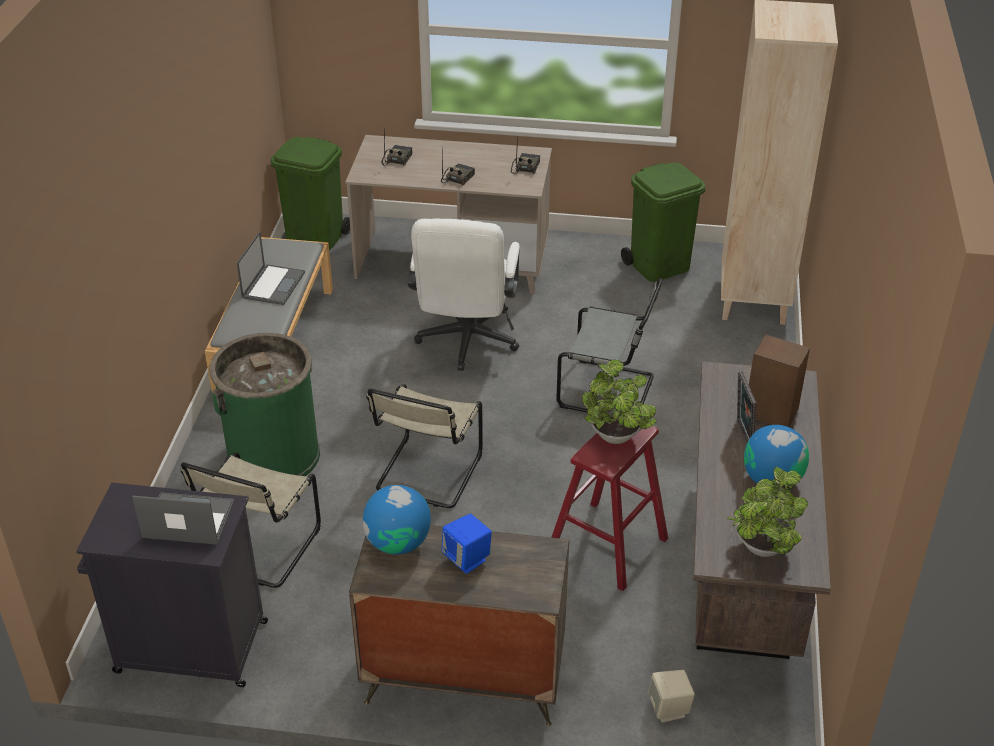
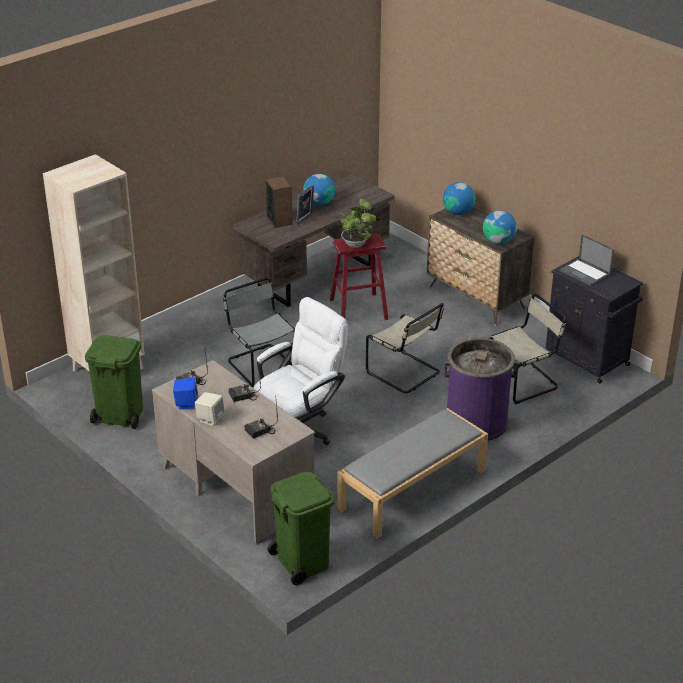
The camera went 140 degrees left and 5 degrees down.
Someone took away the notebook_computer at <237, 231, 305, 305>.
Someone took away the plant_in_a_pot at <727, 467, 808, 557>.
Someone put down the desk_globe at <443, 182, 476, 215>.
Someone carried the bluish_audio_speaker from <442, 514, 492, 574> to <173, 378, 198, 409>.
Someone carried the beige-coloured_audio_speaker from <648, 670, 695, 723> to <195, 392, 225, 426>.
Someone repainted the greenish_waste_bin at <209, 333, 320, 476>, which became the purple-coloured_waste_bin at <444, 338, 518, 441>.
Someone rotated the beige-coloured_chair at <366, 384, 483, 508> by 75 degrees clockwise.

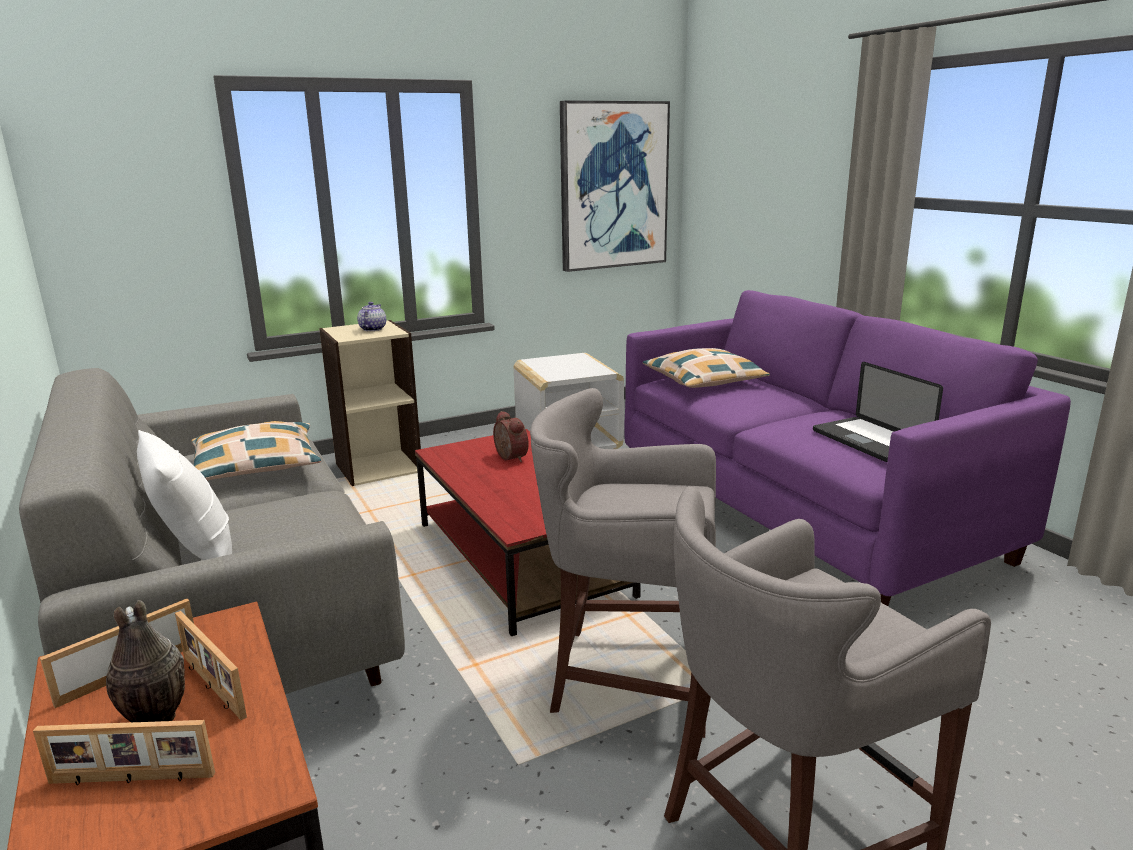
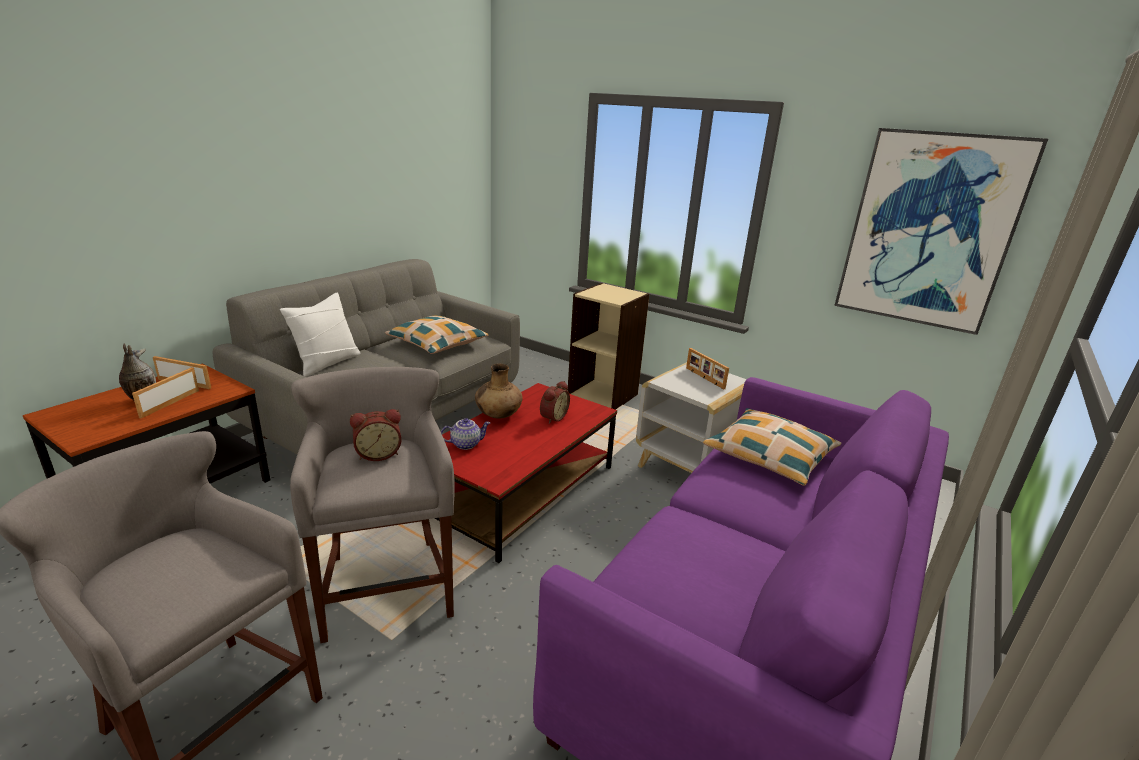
The camera went 60 degrees right and 5 degrees up.
Someone took away the notebook_computer at <813, 362, 943, 462>.
Someone put down the bedside_clock at <350, 409, 402, 461>.
Someone put down the brownish_vase at <475, 364, 522, 419>.
Someone carried the picture_frame from <33, 720, 215, 785> to <686, 348, 729, 389>.
Someone carried the tea_pot from <357, 302, 386, 331> to <441, 418, 490, 450>.

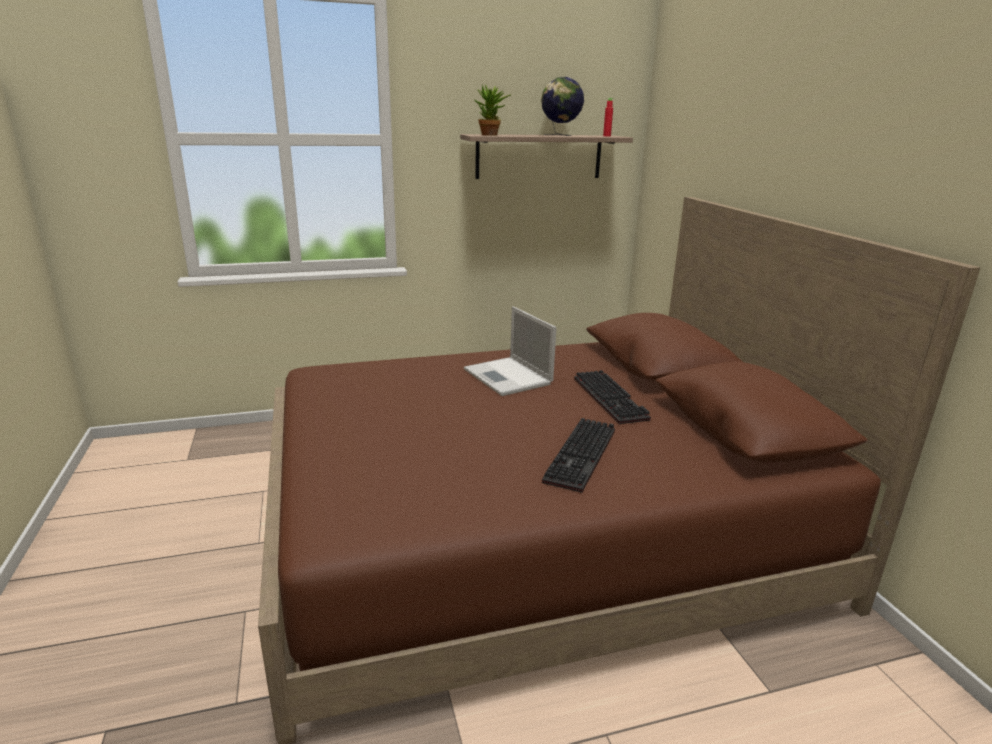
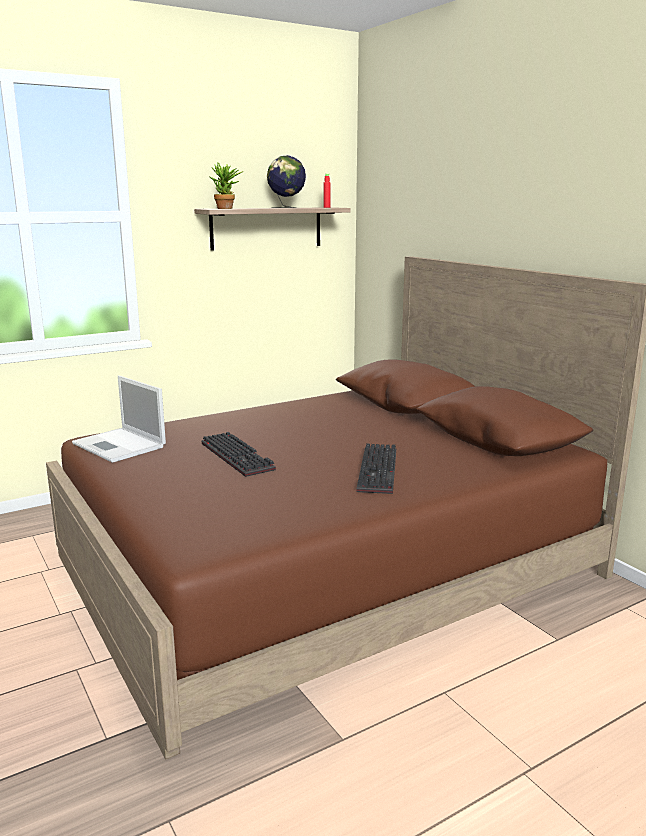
The camera went 15 degrees left and 5 degrees down.
Someone carried the notebook_computer from <464, 306, 557, 396> to <72, 375, 166, 463>.
Someone carried the keyboard from <574, 370, 651, 424> to <202, 432, 276, 477>.

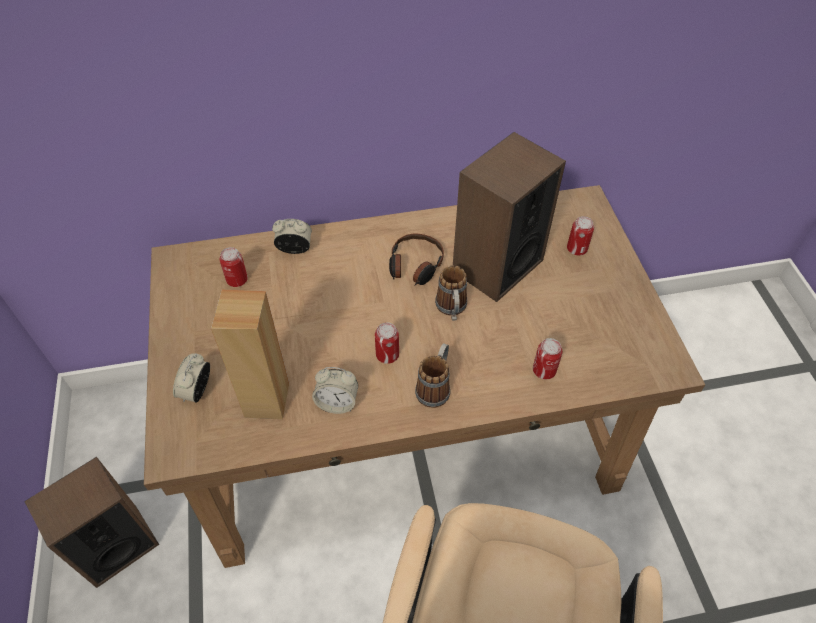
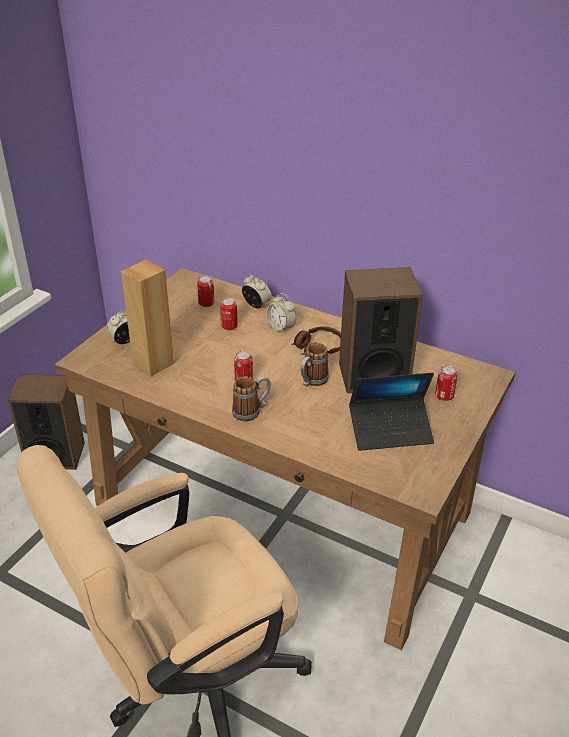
The camera went 40 degrees right and 15 degrees down.
Someone put down the notebook_computer at <349, 373, 434, 451>.
Someone carried the bedside_clock from <312, 367, 358, 414> to <266, 293, 296, 333>.
Someone carried the metal_can from <533, 338, 562, 379> to <220, 298, 238, 330>.

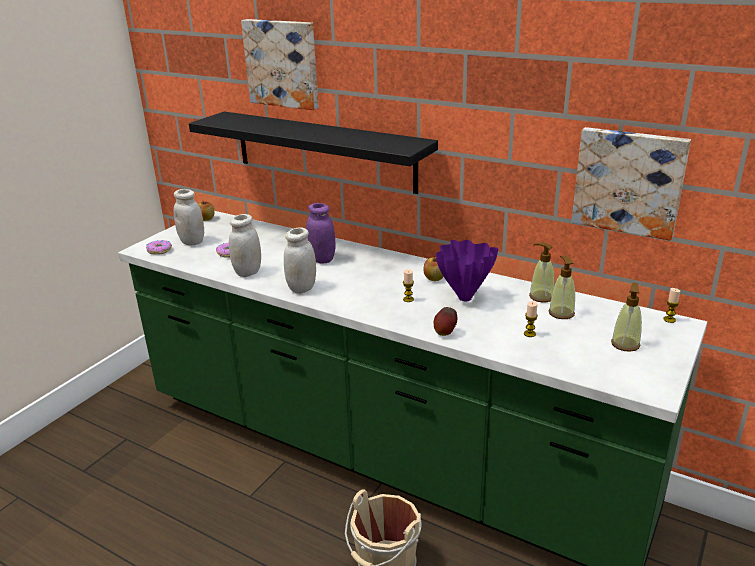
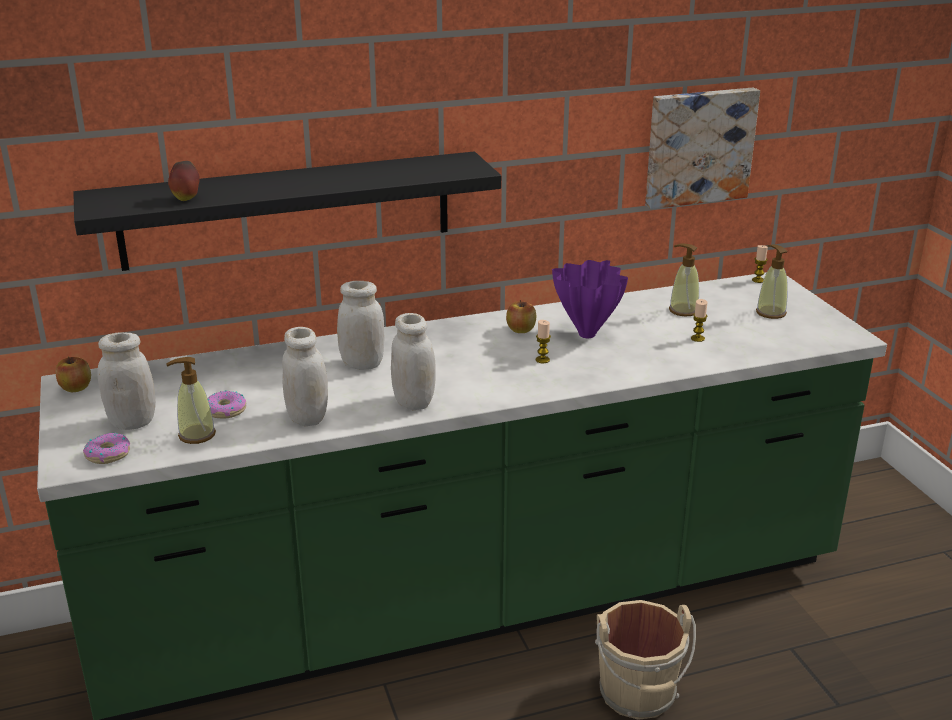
The camera went 50 degrees left and 0 degrees up.
Someone took away the picture at <241, 19, 319, 110>.
Someone carried the apple from <434, 307, 457, 336> to <168, 161, 200, 201>.
Someone carried the soap_bottle from <529, 242, 555, 302> to <166, 357, 216, 444>.
Someone repainted the purple-coloured_preserve_jar at <306, 203, 336, 264>, which became the white_preserve_jar at <337, 281, 385, 370>.

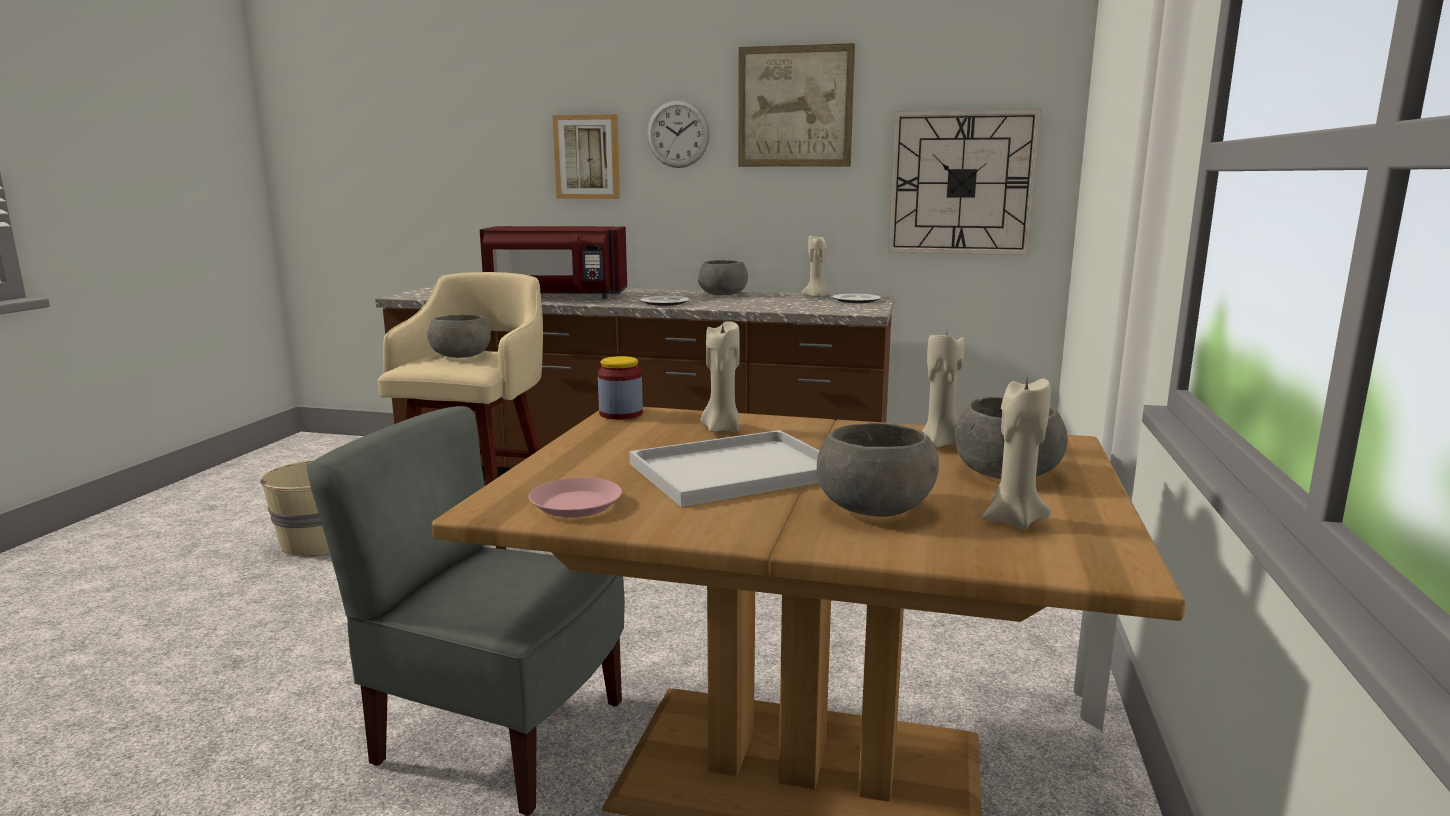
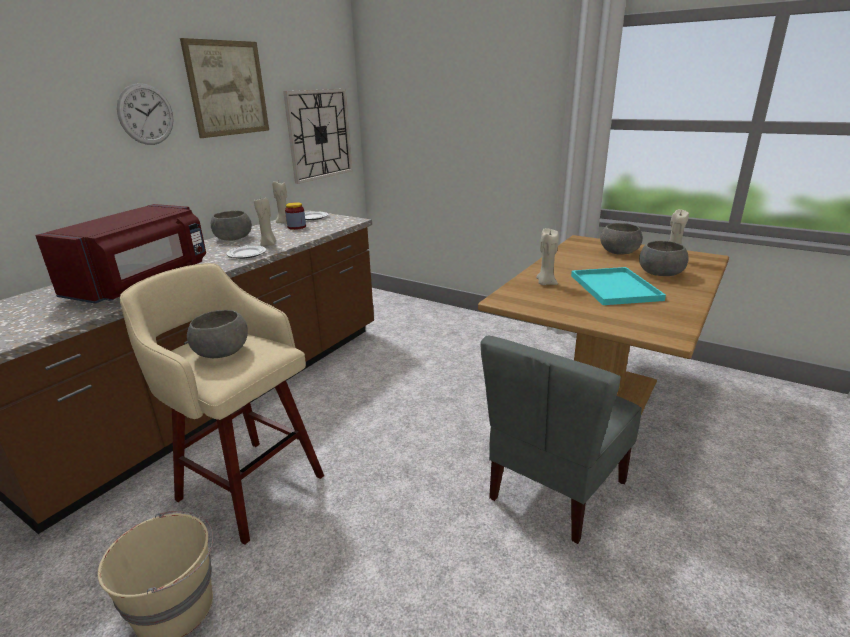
The camera went 70 degrees left and 10 degrees up.
Someone took away the pink-coloured_dinner_plate at <529, 478, 622, 517>.
Someone took away the picture at <553, 114, 620, 199>.
Someone carried the preserve_jar from <598, 356, 643, 420> to <285, 202, 306, 230>.
Someone carried the beige-coloured_candle from <922, 333, 964, 448> to <254, 198, 276, 246>.
Someone repainted the white_carrying_tray at <629, 430, 820, 507>, which became the blue-green_carrying_tray at <571, 267, 666, 305>.

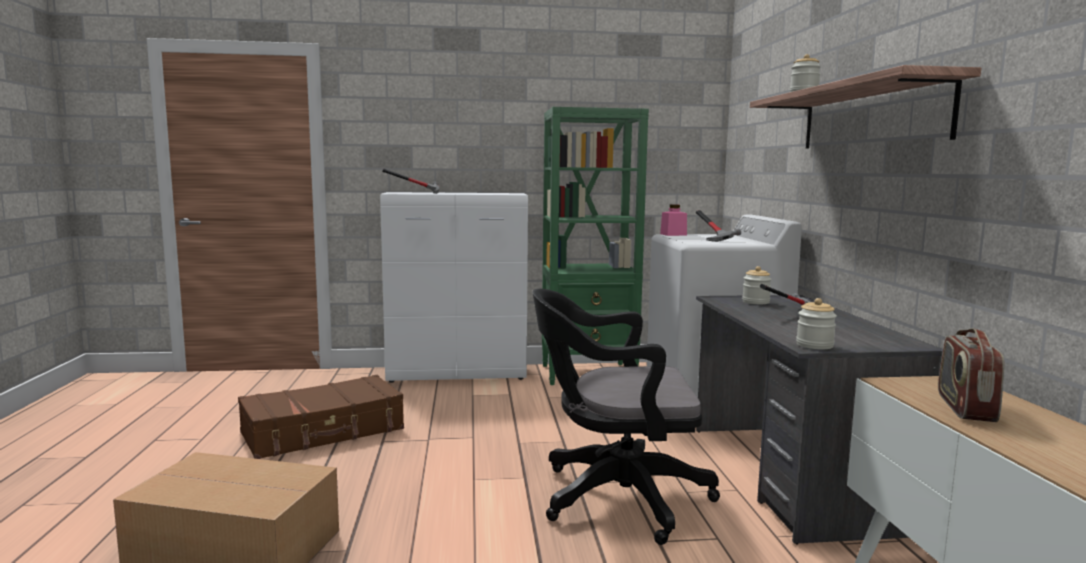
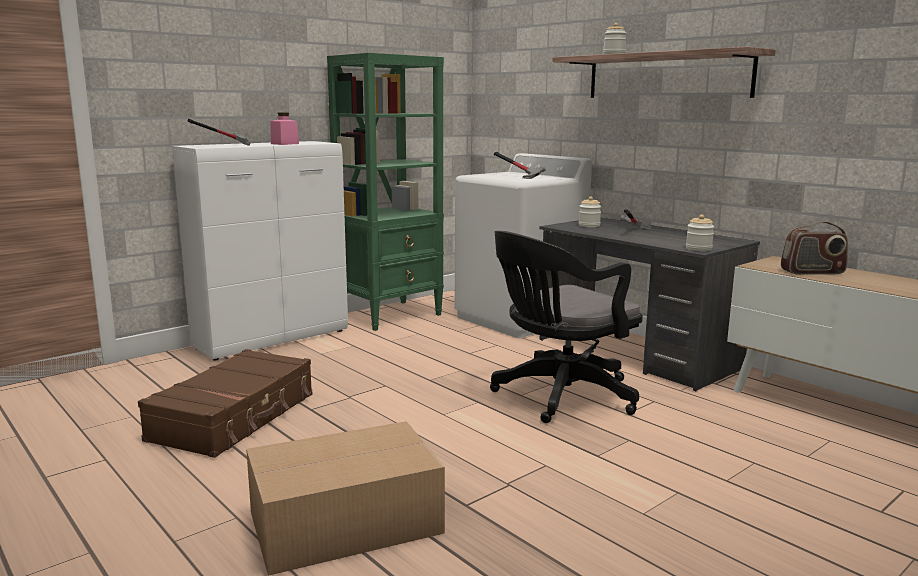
The camera went 35 degrees left and 5 degrees up.
Someone carried the pink-coloured_preserve_jar from <660, 204, 687, 236> to <271, 113, 299, 145>.
Someone rotated the radio at <938, 328, 1004, 422> by 75 degrees counterclockwise.

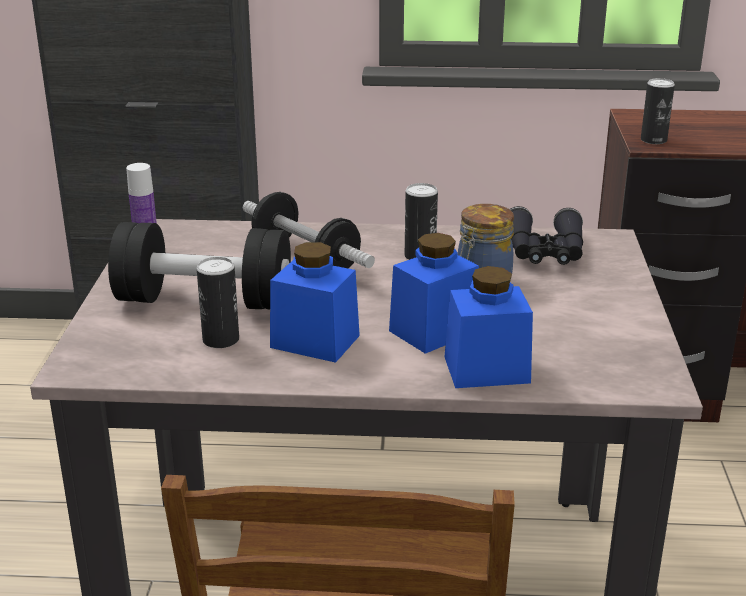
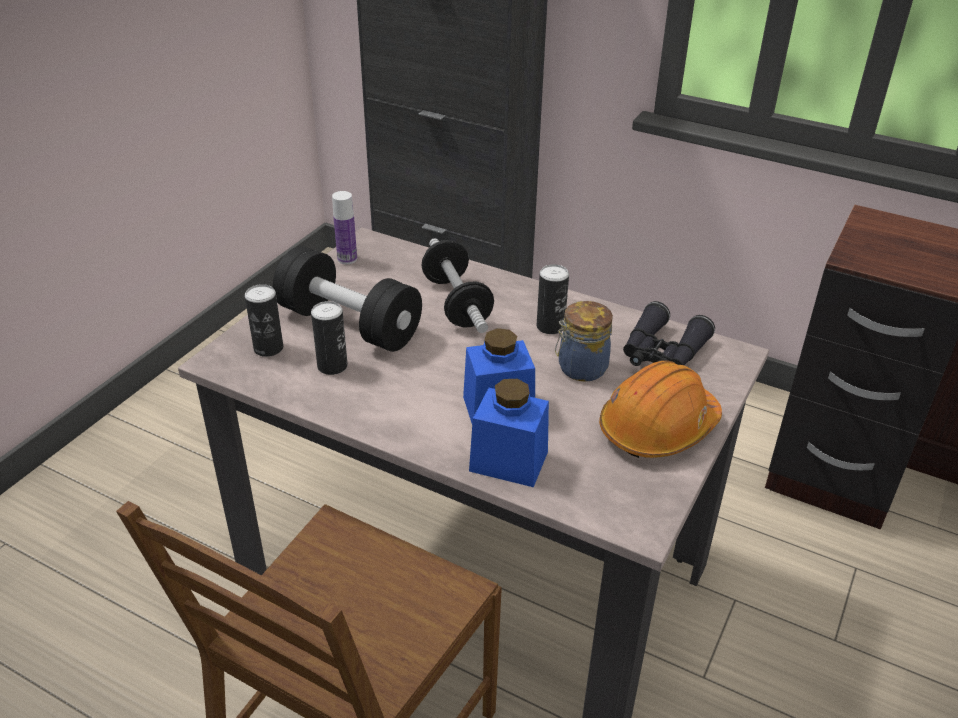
The camera went 25 degrees right and 10 degrees up.
Someone took away the bluish_preserve_jar at <270, 242, 360, 363>.
Someone put down the orange-coloured_hard_hat at <599, 361, 722, 458>.
Someone carried the metal_can from <641, 78, 675, 144> to <245, 284, 283, 357>.

